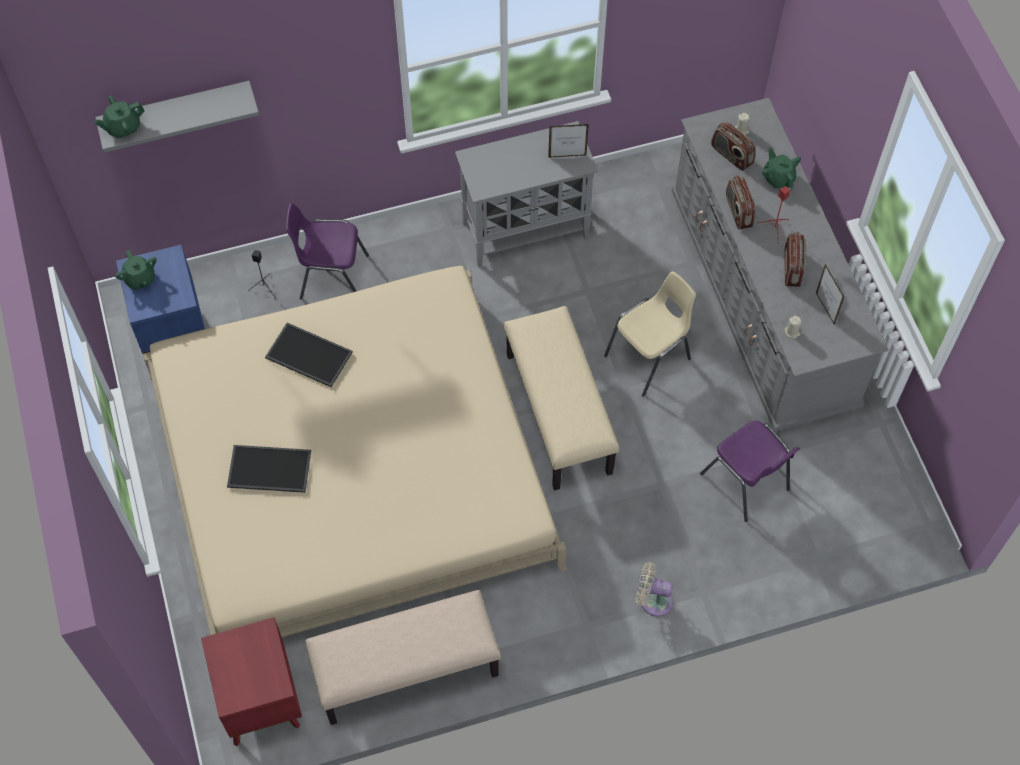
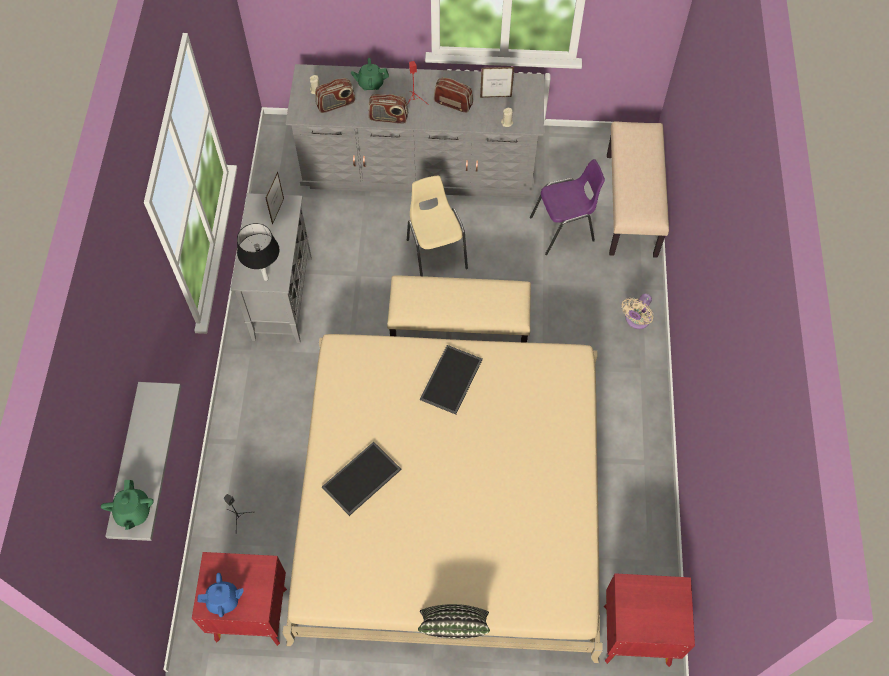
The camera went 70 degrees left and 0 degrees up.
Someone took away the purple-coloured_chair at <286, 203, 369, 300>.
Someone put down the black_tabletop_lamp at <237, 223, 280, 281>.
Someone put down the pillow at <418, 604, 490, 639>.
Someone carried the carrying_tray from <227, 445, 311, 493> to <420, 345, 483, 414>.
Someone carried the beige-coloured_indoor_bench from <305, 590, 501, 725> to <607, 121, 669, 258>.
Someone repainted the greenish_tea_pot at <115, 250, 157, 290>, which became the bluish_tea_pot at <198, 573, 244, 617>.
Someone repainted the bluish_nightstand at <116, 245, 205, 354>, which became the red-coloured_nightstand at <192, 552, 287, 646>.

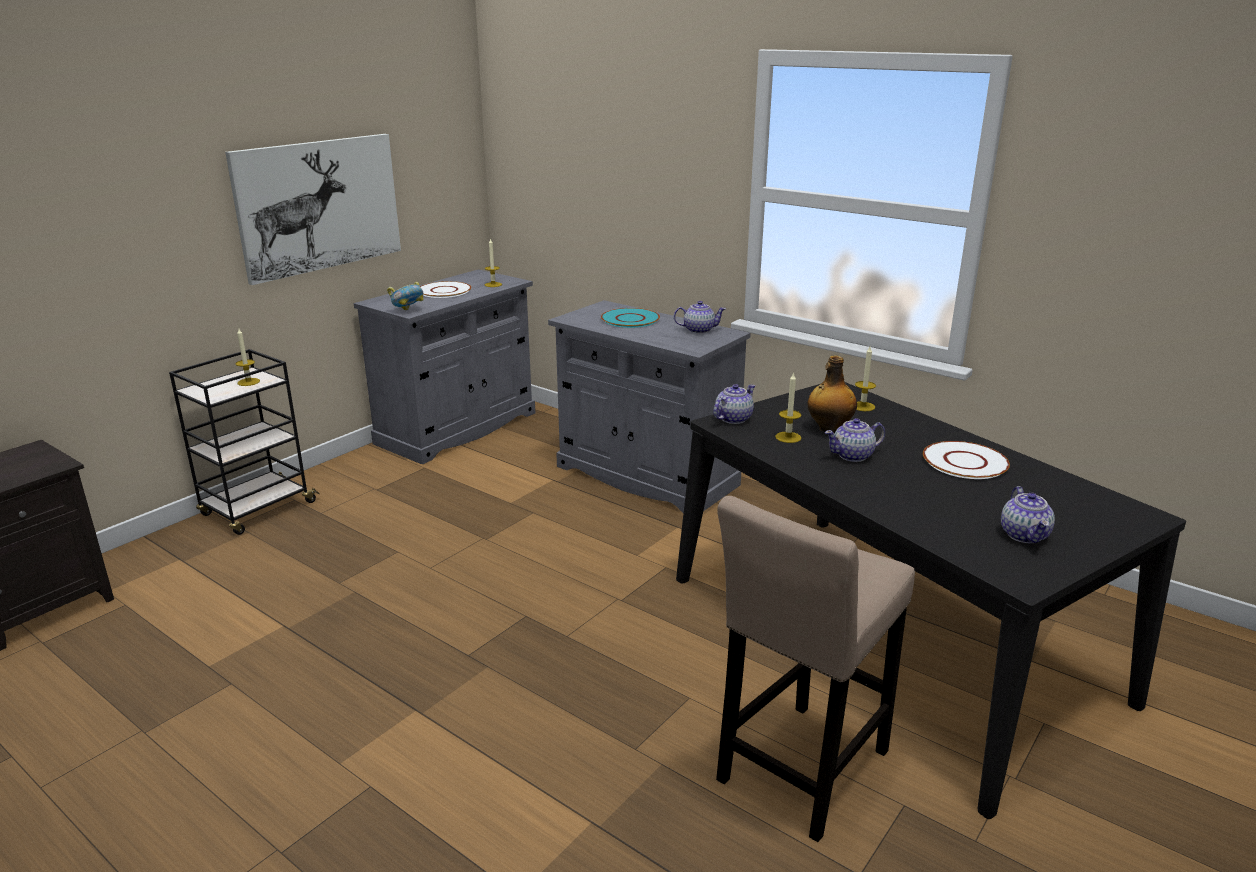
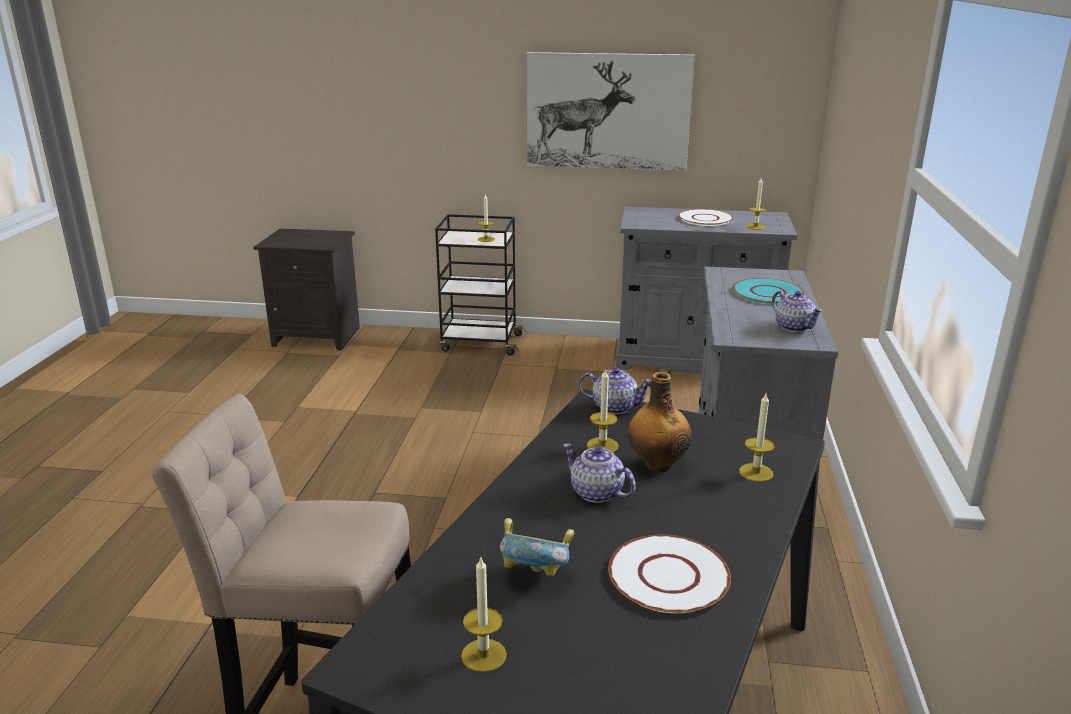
The camera went 60 degrees right and 0 degrees up.
Someone carried the bowl from <387, 282, 424, 310> to <500, 518, 574, 576>.
Someone swapped the tea_pot at <1001, 486, 1055, 543> for the candle at <461, 558, 507, 672>.

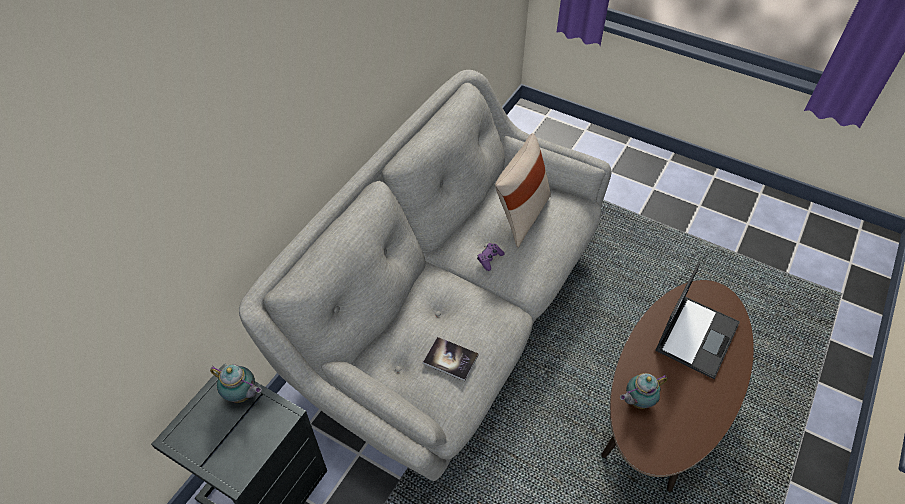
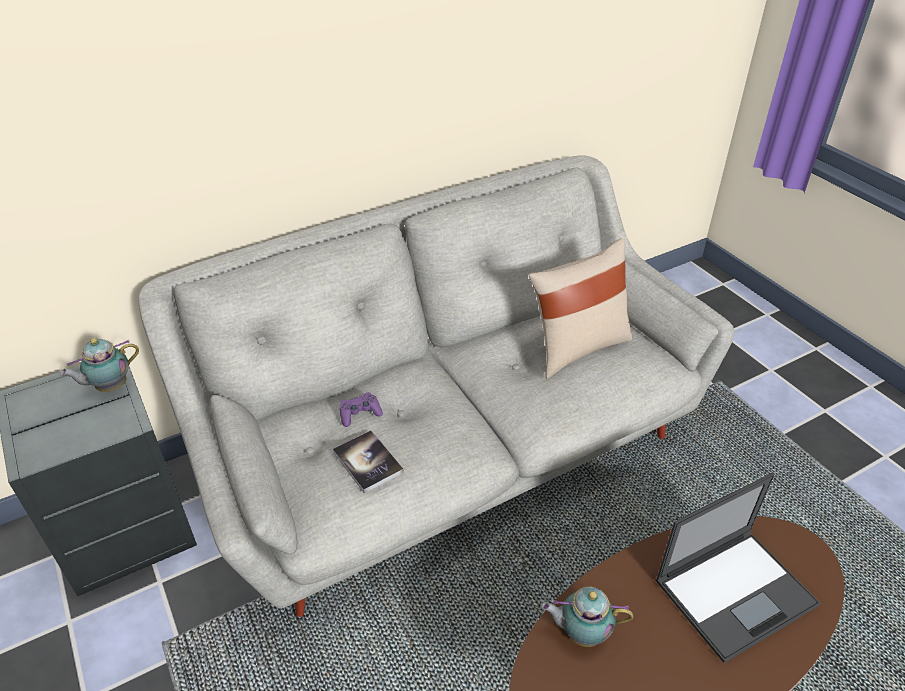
The camera went 30 degrees right and 10 degrees down.
Someone carried the purple-coloured_game_controller from <477, 243, 505, 271> to <340, 392, 383, 427>.
Someone rotated the tea_pot at <210, 364, 262, 403> by 90 degrees clockwise.

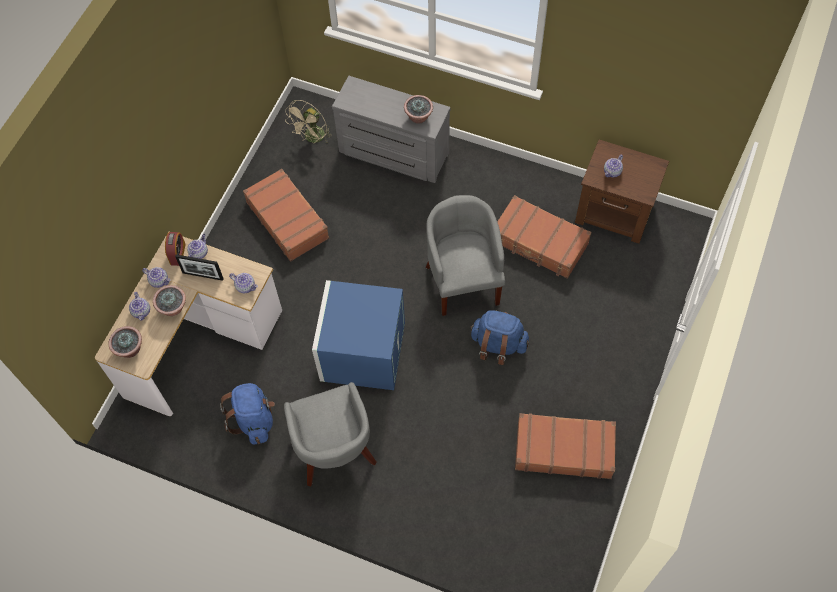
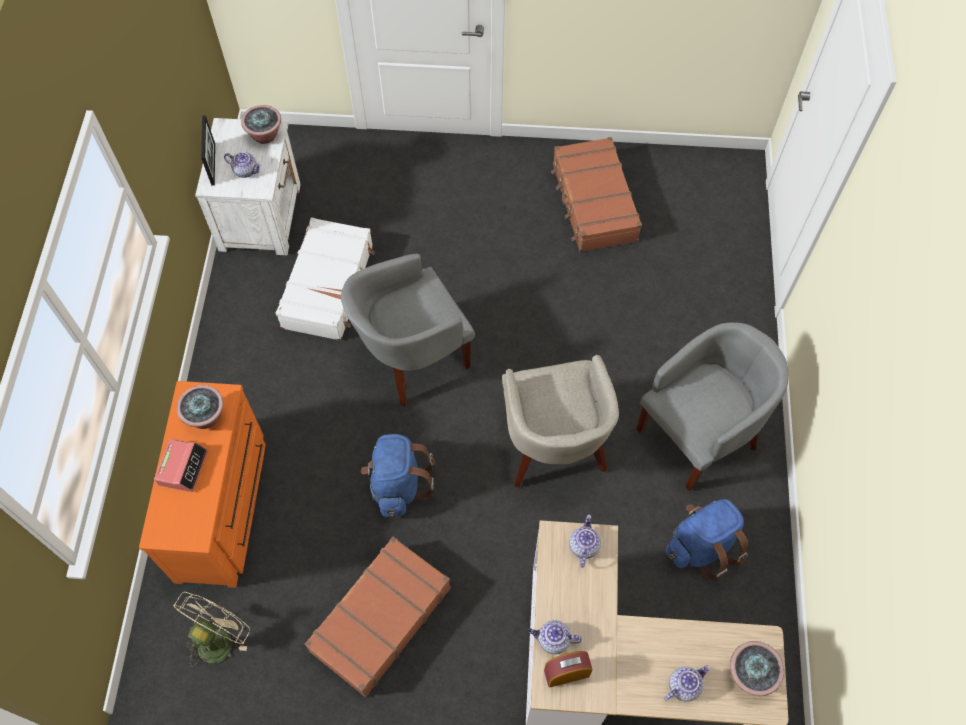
The camera went 110 degrees left and 0 degrees up.
Someone took away the tea_pot at <142, 267, 170, 288>.
Someone put down the bedside_clock at <154, 439, 208, 492>.
Someone carried the plant_in_a_pot from <153, 285, 186, 316> to <241, 105, 281, 144>.
Someone carried the picture_frame from <175, 254, 224, 281> to <201, 115, 215, 186>.
Someone carried the bluish_backpack from <470, 310, 529, 365> to <361, 434, 435, 517>.
Someone swapped the bluish_storage_bin at <312, 280, 405, 390> for the beige-coloured_armchair at <502, 355, 619, 488>.
Someone repainted the grey_dresser at <332, 76, 451, 183>, which became the orange-coloured_dresser at <139, 381, 266, 588>.
Someone repainted the brownish_travel_case at <497, 195, 591, 279>, which became the white_travel_case at <276, 217, 375, 341>.
Someone repainted the brownish_nightstand at <575, 140, 669, 244>, which became the white_nightstand at <195, 118, 301, 256>.
Someone rotated the beige-coloured_cooling_fan at <285, 100, 332, 143> by 75 degrees counterclockwise.

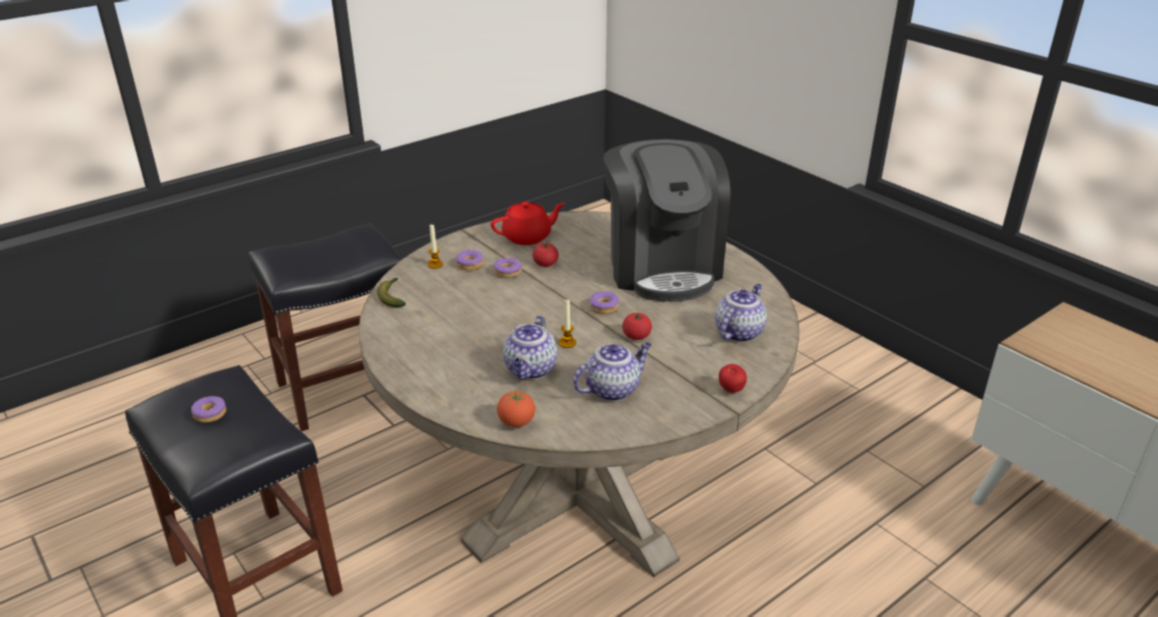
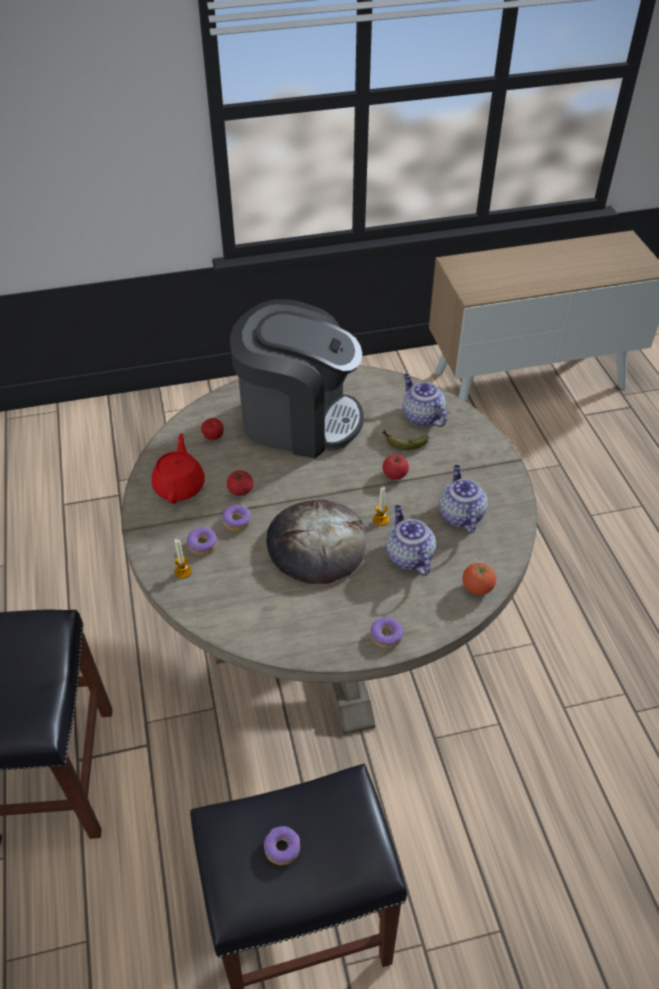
The camera went 65 degrees left and 15 degrees up.
Someone put down the baked_bread at <267, 500, 366, 584>.
Someone carried the whole_banana from <377, 278, 406, 308> to <382, 430, 429, 450>.
Someone carried the donut from <589, 291, 619, 314> to <371, 617, 403, 649>.
Someone carried the apple from <719, 364, 747, 393> to <201, 418, 224, 440>.
Someone rotated the tea_pot at <503, 315, 557, 380> by 150 degrees counterclockwise.

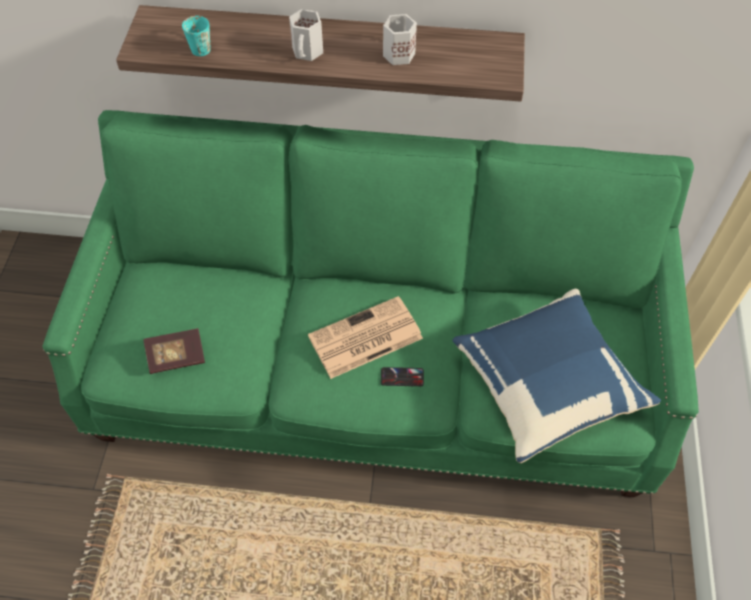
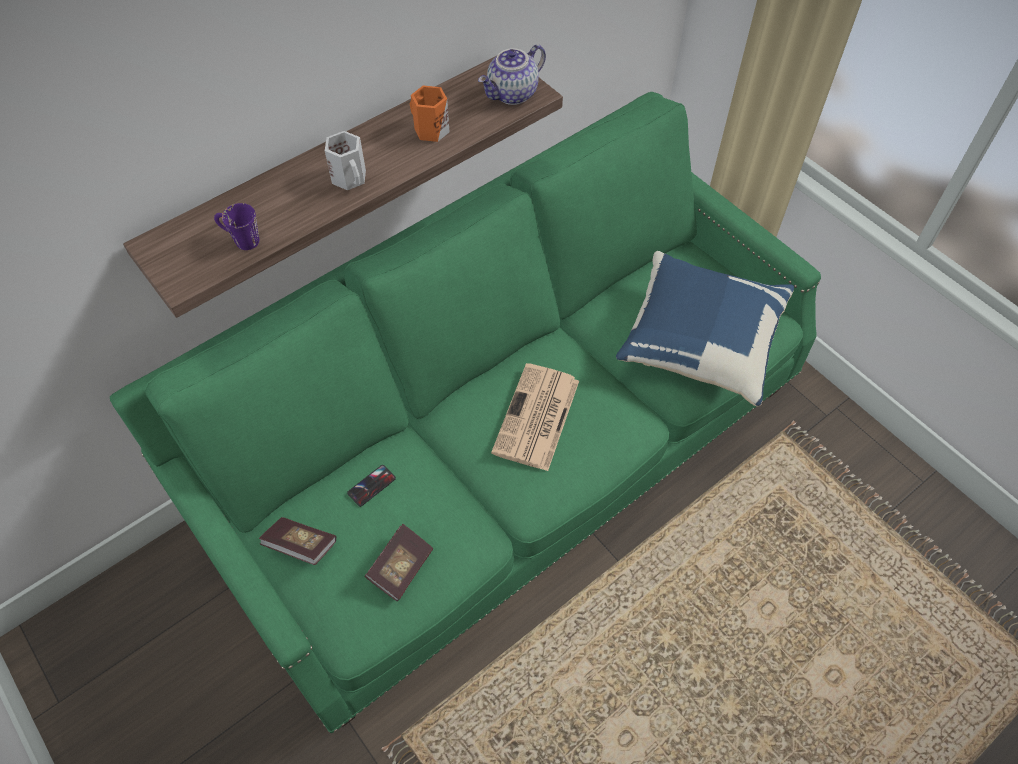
The camera went 45 degrees left and 0 degrees up.
Someone put down the volume at <259, 517, 336, 565>.
Someone put down the tea_pot at <478, 44, 546, 105>.
Someone carried the telephone from <381, 367, 424, 386> to <347, 465, 396, 507>.
Someone repainted the blue-green_tea_mug at <182, 16, 211, 56>, which became the purple-coloured_tea_mug at <214, 203, 259, 250>.
Someone repainted the white_tea_mug at <383, 14, 417, 65>, which became the orange-coloured_tea_mug at <410, 86, 450, 142>.

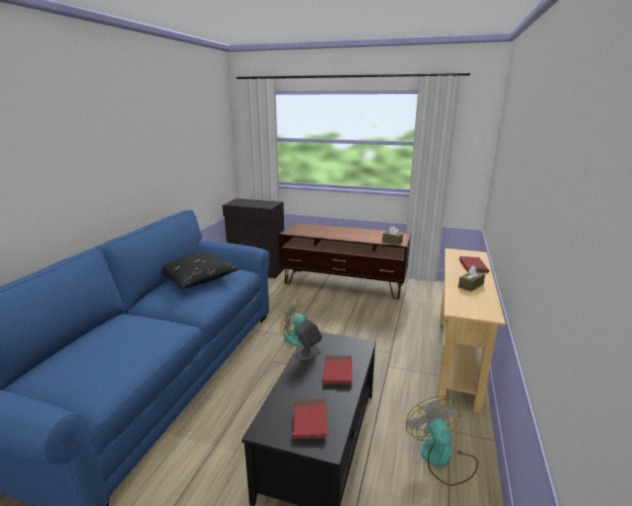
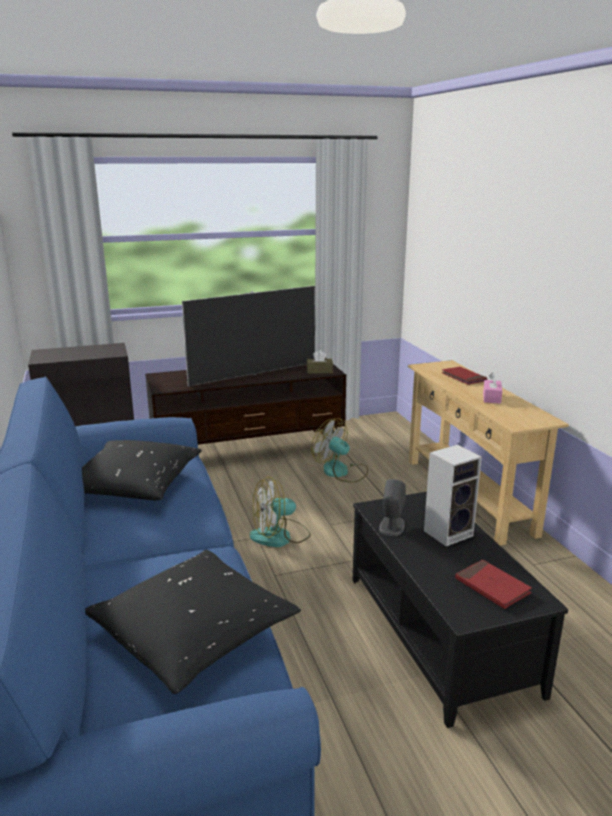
The camera went 35 degrees left and 0 degrees up.
Someone put down the black_pillow at <85, 550, 301, 694>.
Someone put down the TV at <182, 286, 315, 386>.
Someone carried the cooling_fan from <406, 396, 478, 486> to <311, 418, 368, 483>.
Someone swapped the red-coloured_volume at <323, 355, 352, 385> for the audio_speaker at <424, 445, 482, 546>.
Someone repainted the brownish_tissue_holder at <458, 265, 485, 292>, which became the pink-coloured_tissue_holder at <483, 373, 502, 404>.

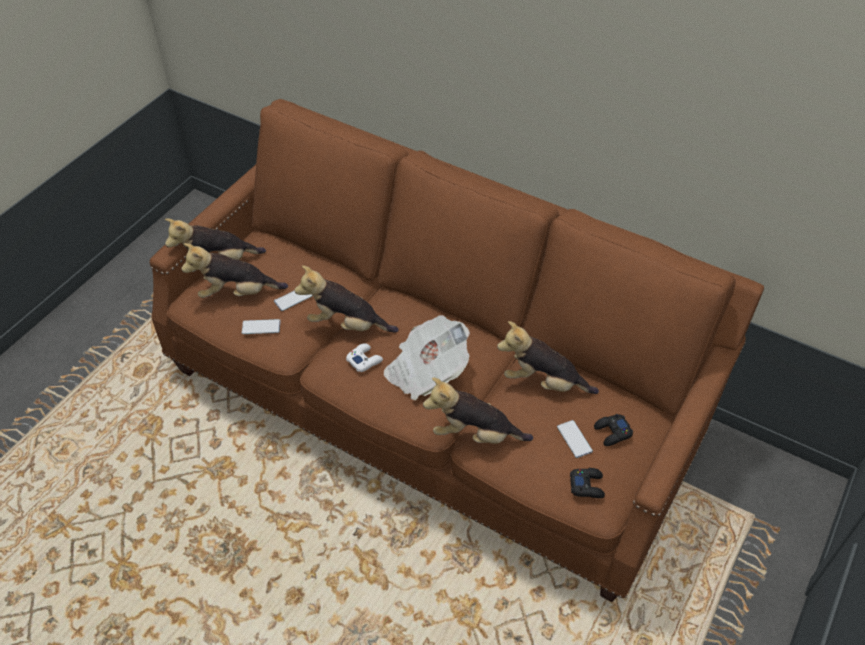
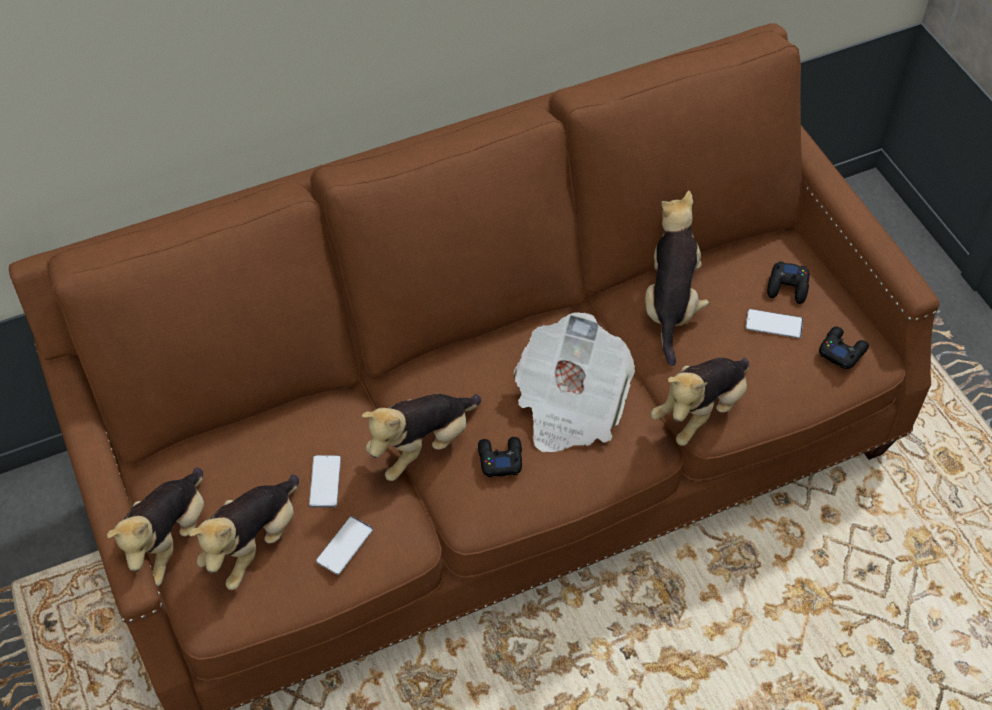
The camera went 55 degrees left and 5 degrees up.
Someone repainted the white_game_controller at <346, 343, 383, 372>, which became the black_game_controller at <478, 437, 522, 477>.
Someone rotated the cuddly_toy at <497, 321, 599, 394> by 135 degrees clockwise.

